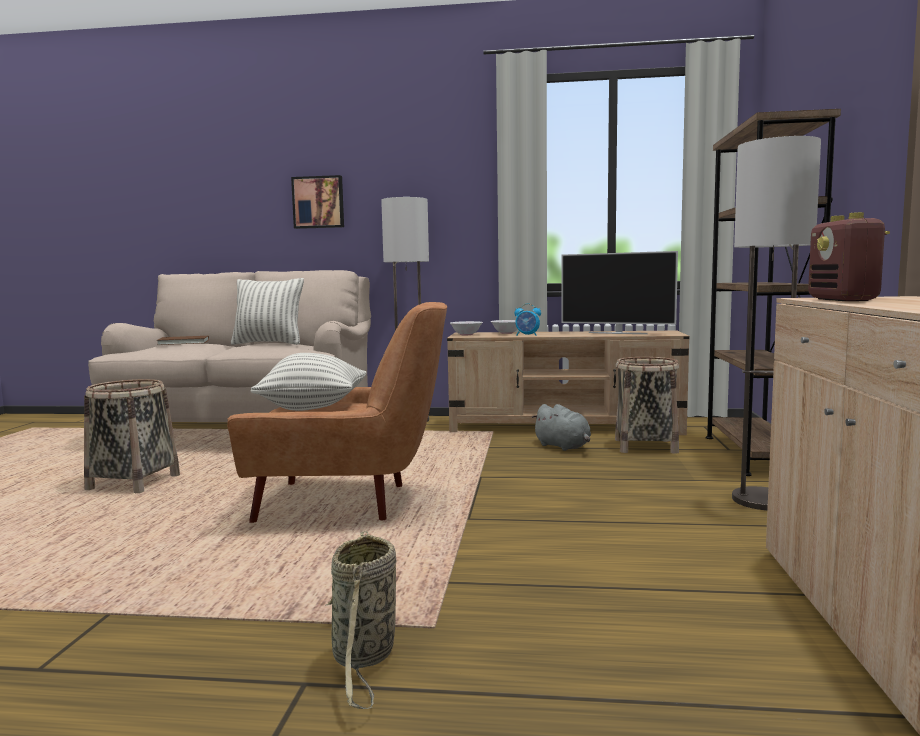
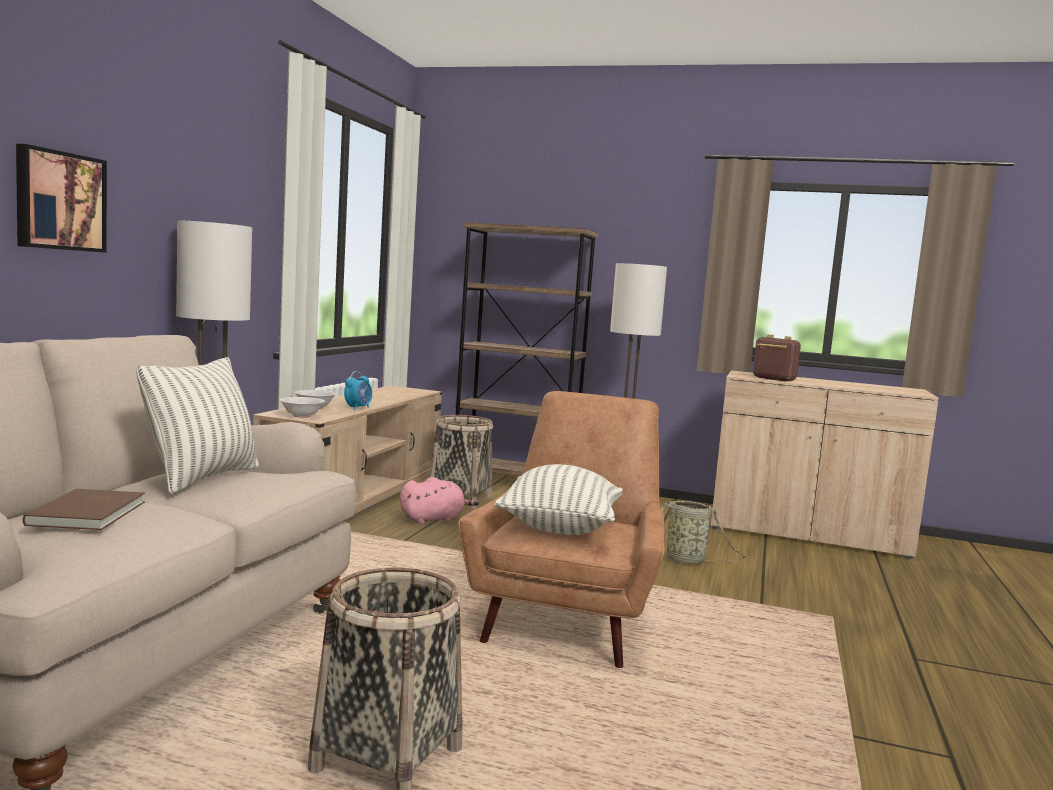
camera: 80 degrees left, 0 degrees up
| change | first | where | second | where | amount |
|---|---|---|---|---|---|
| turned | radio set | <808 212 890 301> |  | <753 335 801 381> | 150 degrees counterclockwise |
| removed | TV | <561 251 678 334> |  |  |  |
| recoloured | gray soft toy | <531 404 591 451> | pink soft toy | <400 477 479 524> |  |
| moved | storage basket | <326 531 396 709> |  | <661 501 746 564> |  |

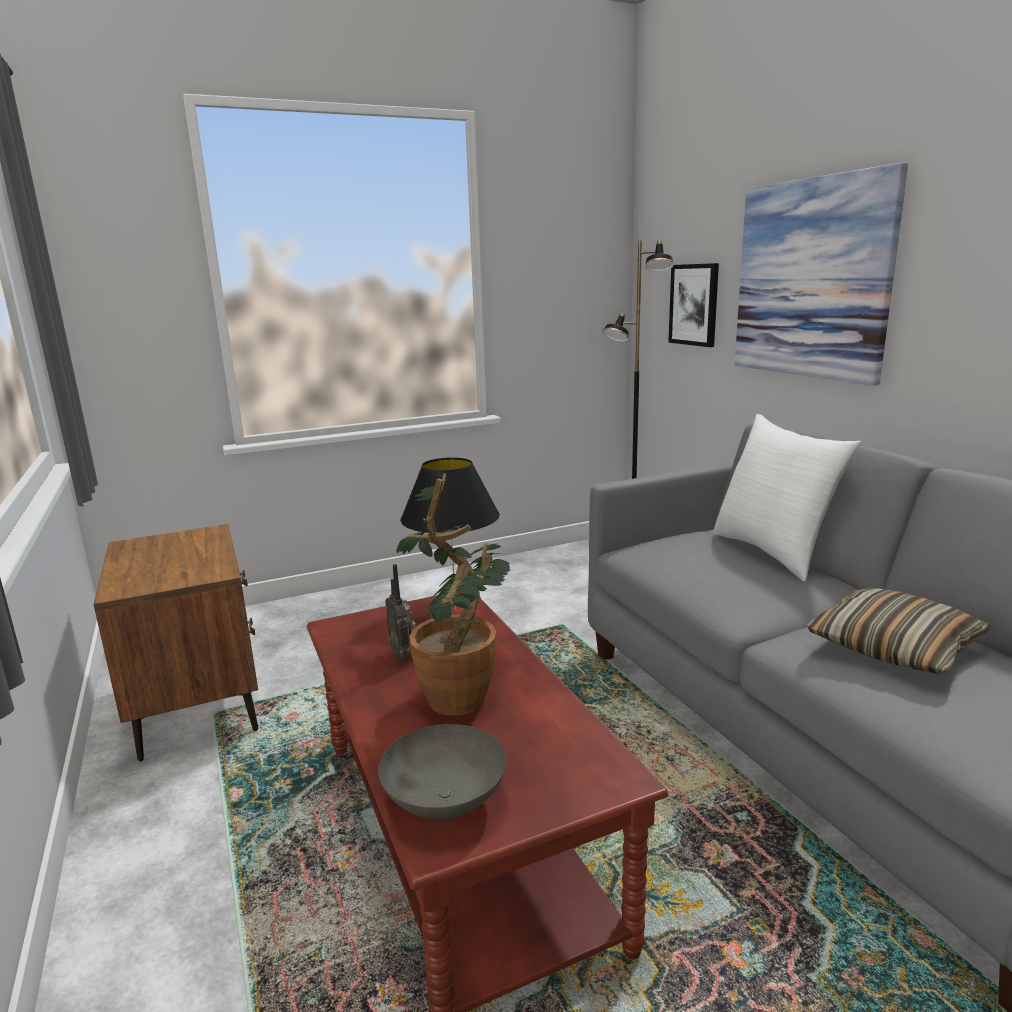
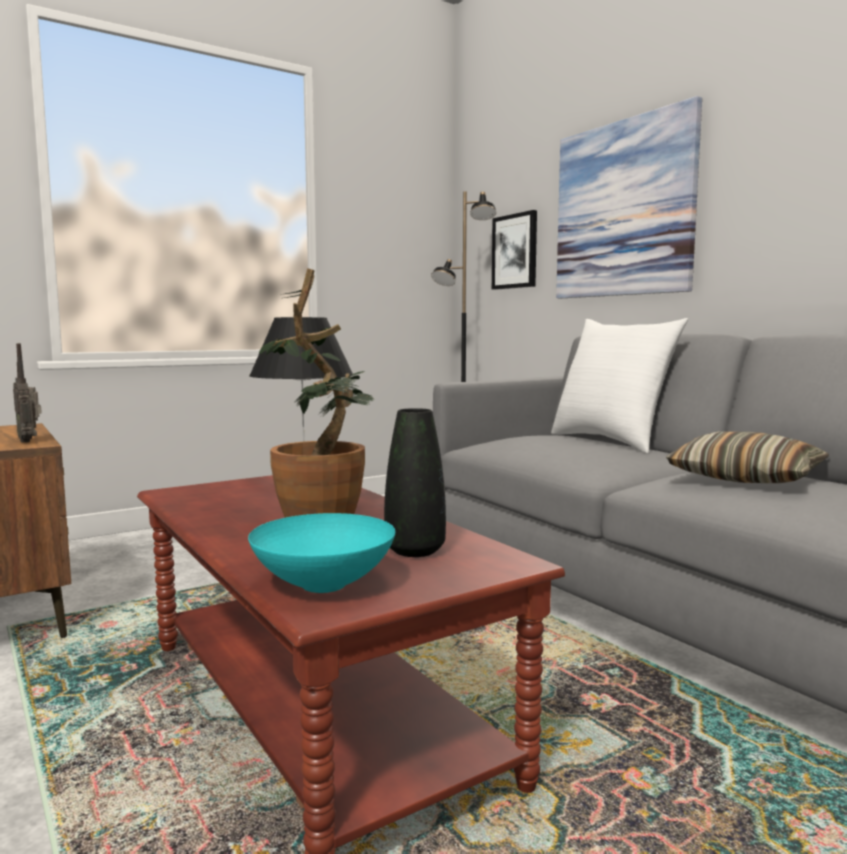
camera: 10 degrees left, 10 degrees down
| change | first | where | second | where | amount |
|---|---|---|---|---|---|
| moved | radio set | <385 564 417 660> |  | <13 343 42 443> |  |
| recoloured | gray deep dish | <378 724 507 819> | turquoise-coloured deep dish | <248 513 395 593> |  |
| added |  |  | black flower vase | <384 408 446 557> |  |

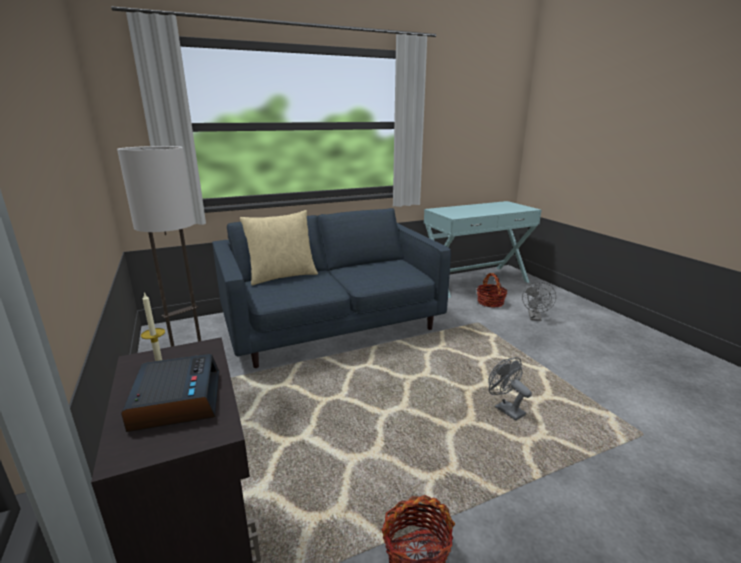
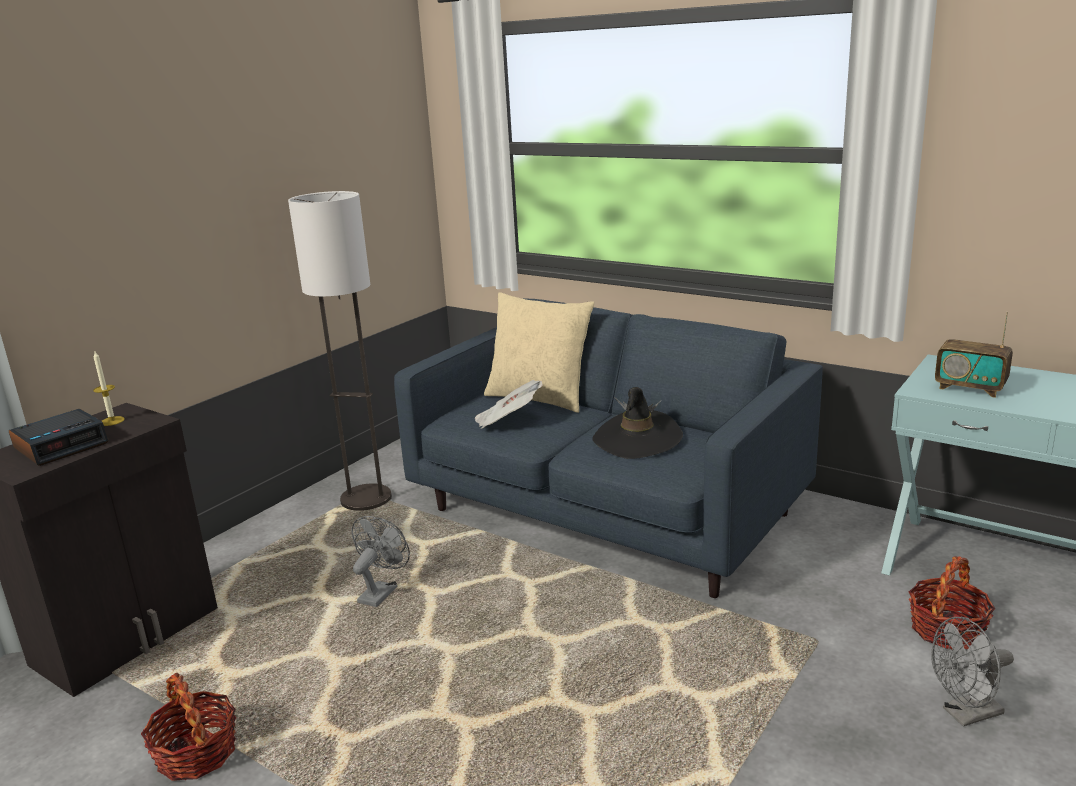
camera: 60 degrees right, 0 degrees up
| change | first | where | second | where | amount |
|---|---|---|---|---|---|
| moved | gray fan | <488 357 532 421> |  | <352 516 410 607> |  |
| added |  |  | radio set | <935 312 1013 398> |  |
| added |  |  | newspaper | <475 380 543 428> |  |
| added |  |  | black hat | <592 387 683 459> |  |

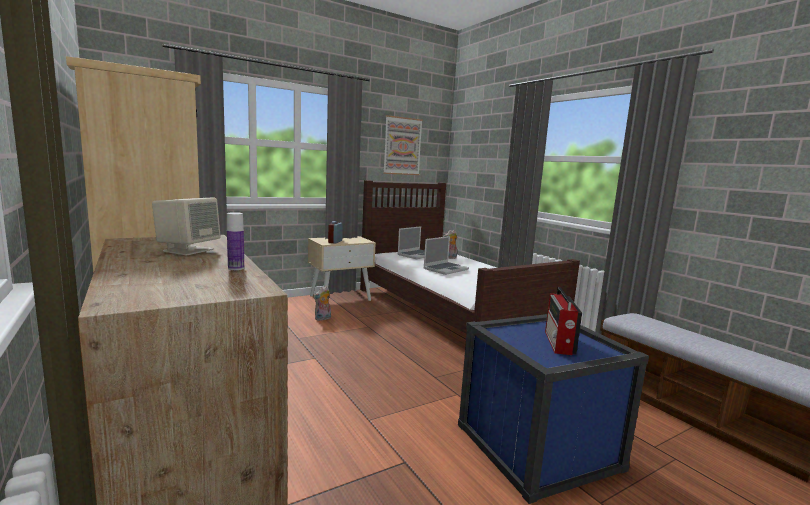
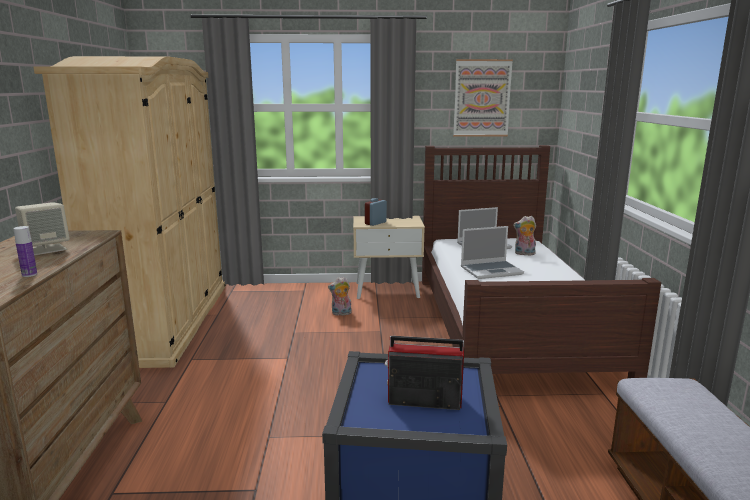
camera: 30 degrees right, 5 degrees up
| change | first | where | second | where | amount |
|---|---|---|---|---|---|
| turned | radio set | <545 287 582 355> |  | <385 336 464 410> | 60 degrees clockwise |

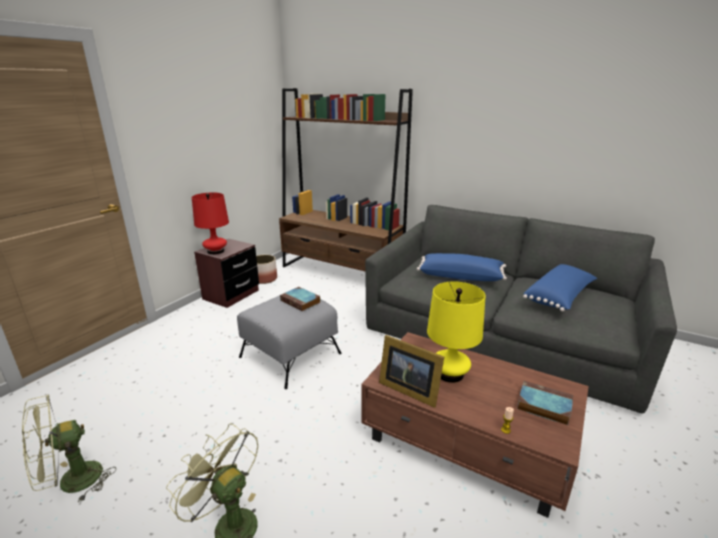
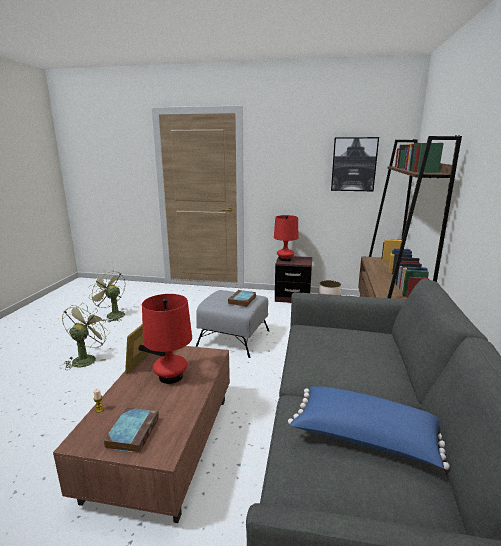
camera: 70 degrees right, 5 degrees down
| change | first | where | second | where | amount |
|---|---|---|---|---|---|
| removed | blue throw pillow | <417 253 507 281> |  |  |  |
| recoloured | yellow-coloured lamp for a table | <427 282 486 383> | red lamp for a table | <142 294 192 384> |  |
| added |  |  | picture | <331 137 379 191> |  |

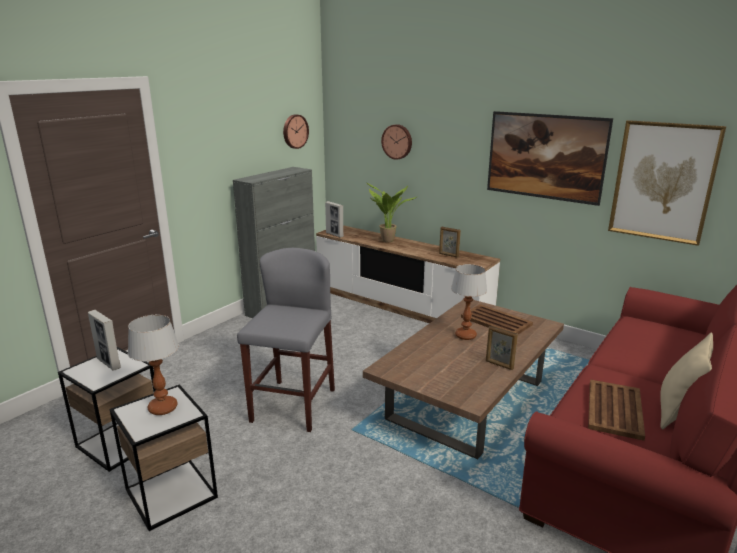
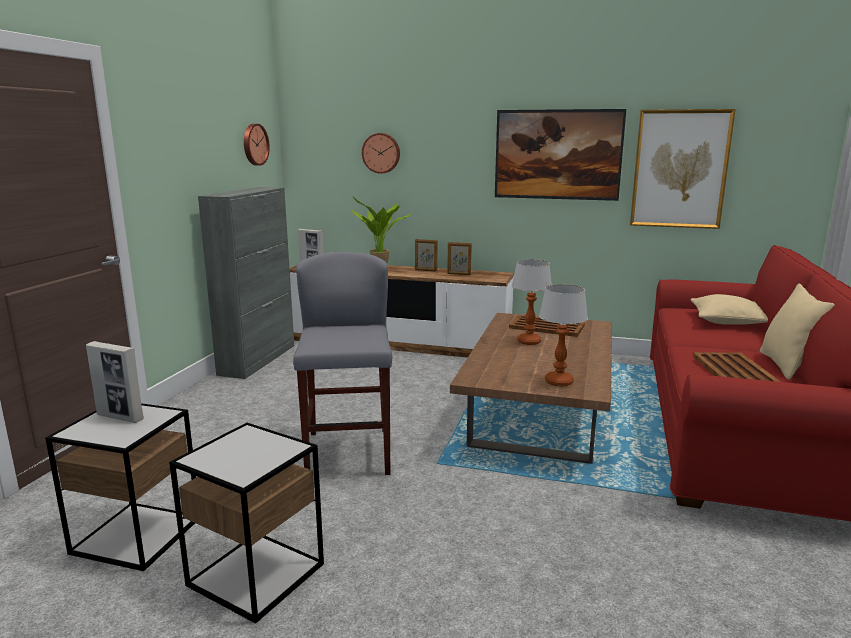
camera: 20 degrees left, 5 degrees down
| change | first | where | second | where | amount |
|---|---|---|---|---|---|
| moved | lamp for a table | <128 315 179 415> |  | <539 284 588 386> |  |
| moved | standing frame | <486 326 518 370> |  | <415 239 438 272> |  |
| added |  |  | beige-coloured throw pillow | <690 294 768 325> |  |

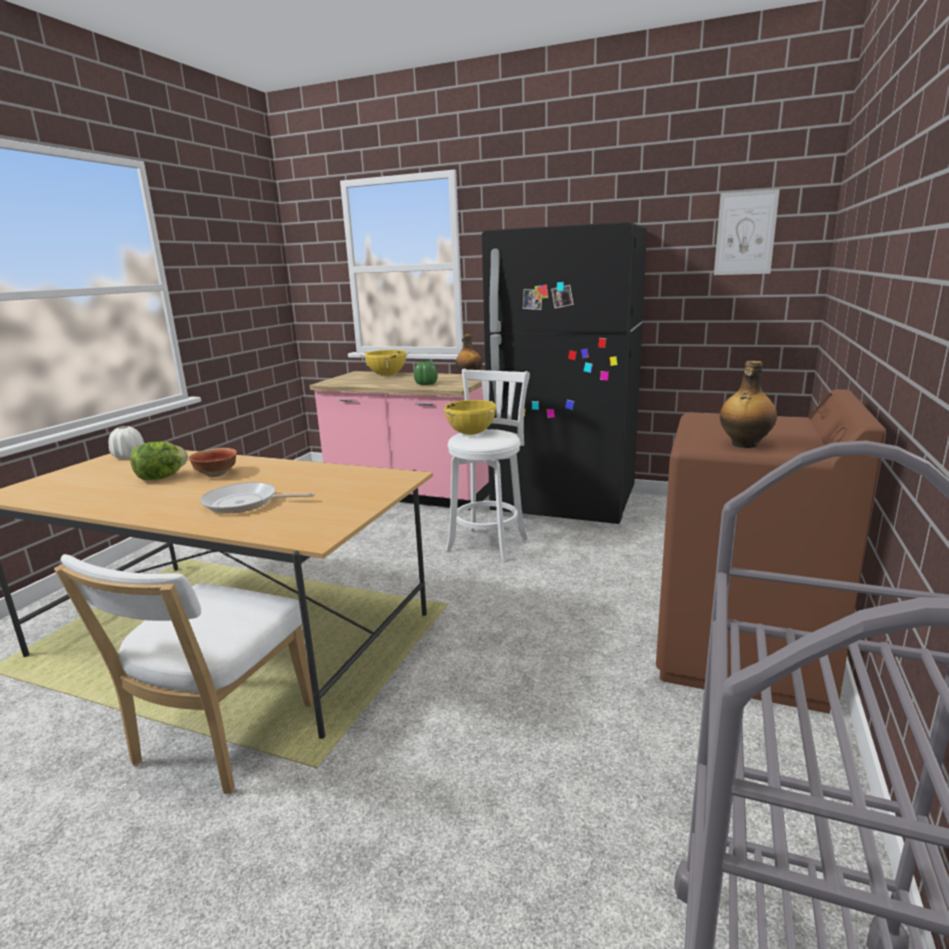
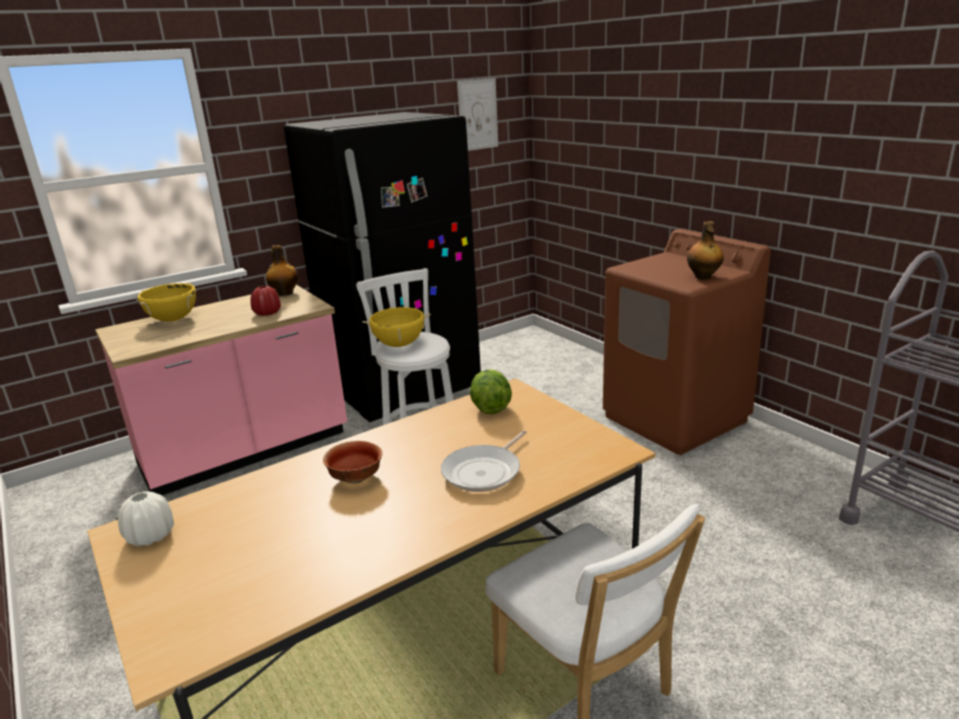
camera: 55 degrees left, 5 degrees up
| change | first | where | second | where | amount |
|---|---|---|---|---|---|
| recoloured | green flower vase | <414 361 438 385> | red flower vase | <251 286 281 316> |  |
| moved | lettuce | <130 441 188 480> |  | <470 369 512 414> |  |

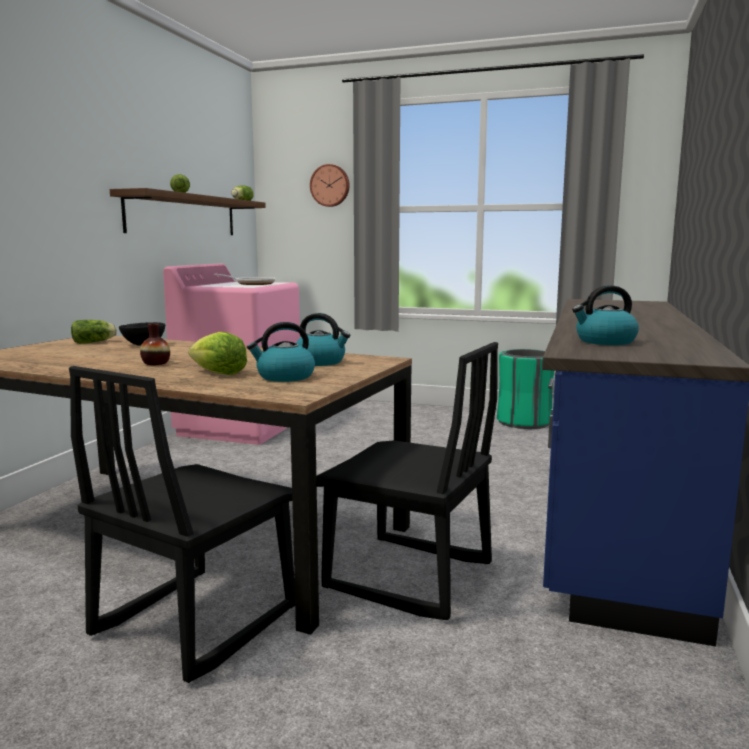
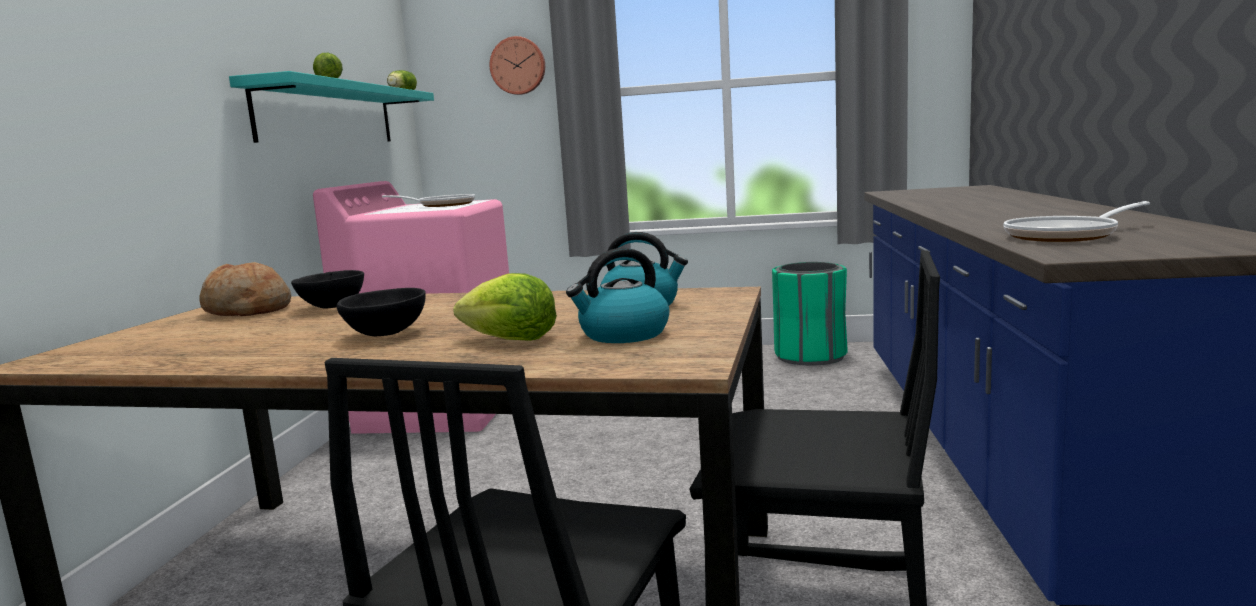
camera: 10 degrees left, 0 degrees up
| change | first | where | second | where | amount |
|---|---|---|---|---|---|
| recoloured | brown bracket shelf | <110 188 266 235> | turquoise-coloured bracket shelf | <229 71 434 143> |  |
| replaced | tea kettle | <572 285 639 345> | frying pan | <1003 201 1150 242> |  |
| replaced | lettuce | <71 320 117 344> | baked bread | <199 262 291 316> |  |
| replaced | flower vase | <140 323 170 365> | black deep dish | <337 288 426 336> |  |

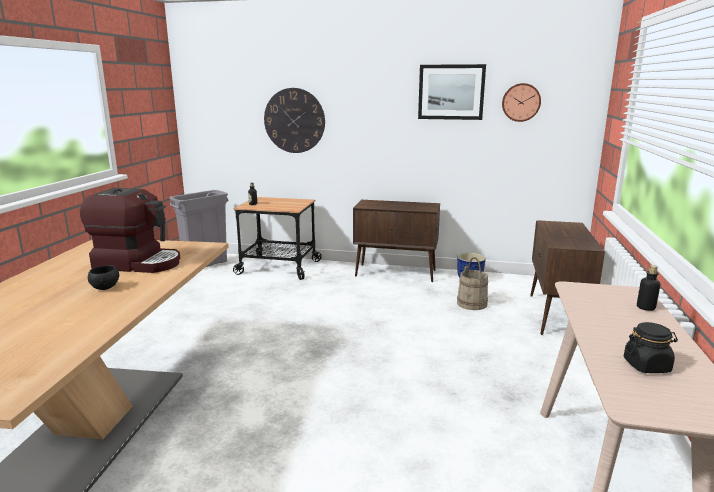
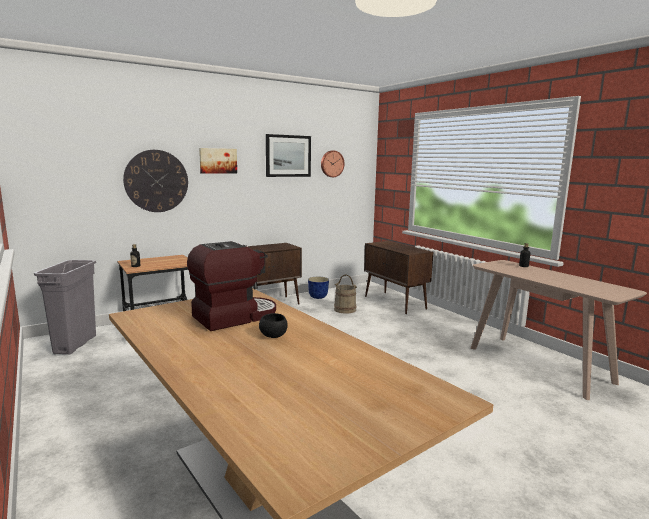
camera: 45 degrees left, 5 degrees down
| change | first | where | second | where | amount |
|---|---|---|---|---|---|
| removed | black preserve jar | <624 322 678 373> |  |  |  |
| added |  |  | picture | <199 148 237 174> |  |

